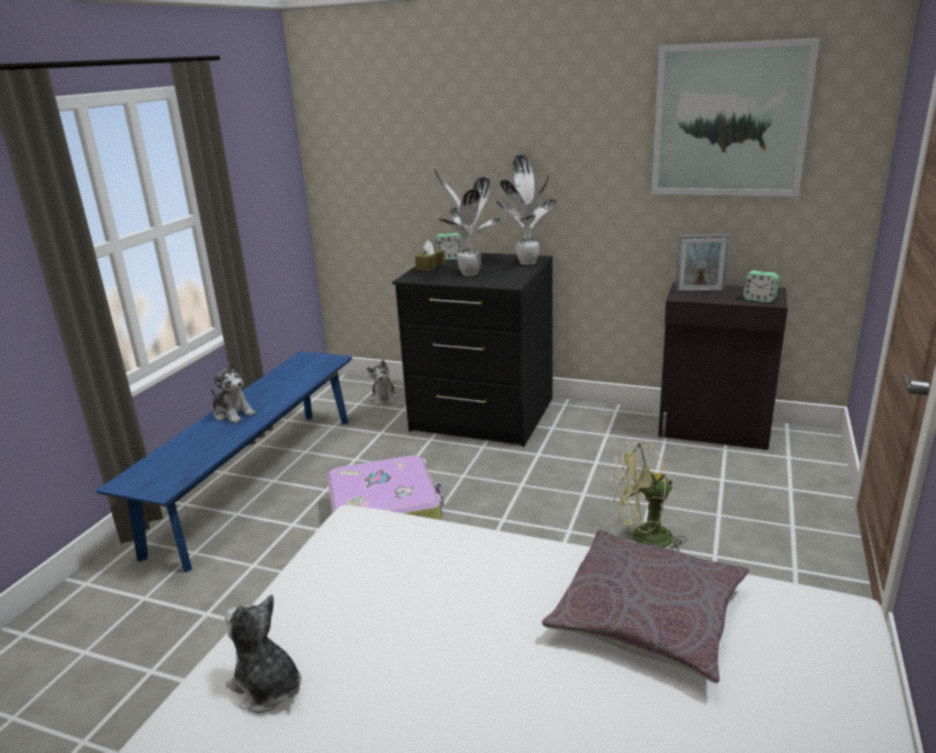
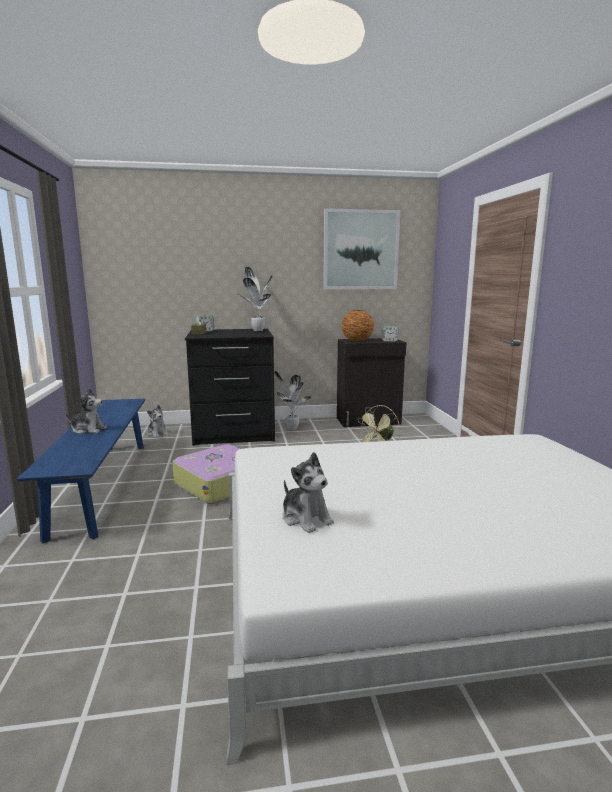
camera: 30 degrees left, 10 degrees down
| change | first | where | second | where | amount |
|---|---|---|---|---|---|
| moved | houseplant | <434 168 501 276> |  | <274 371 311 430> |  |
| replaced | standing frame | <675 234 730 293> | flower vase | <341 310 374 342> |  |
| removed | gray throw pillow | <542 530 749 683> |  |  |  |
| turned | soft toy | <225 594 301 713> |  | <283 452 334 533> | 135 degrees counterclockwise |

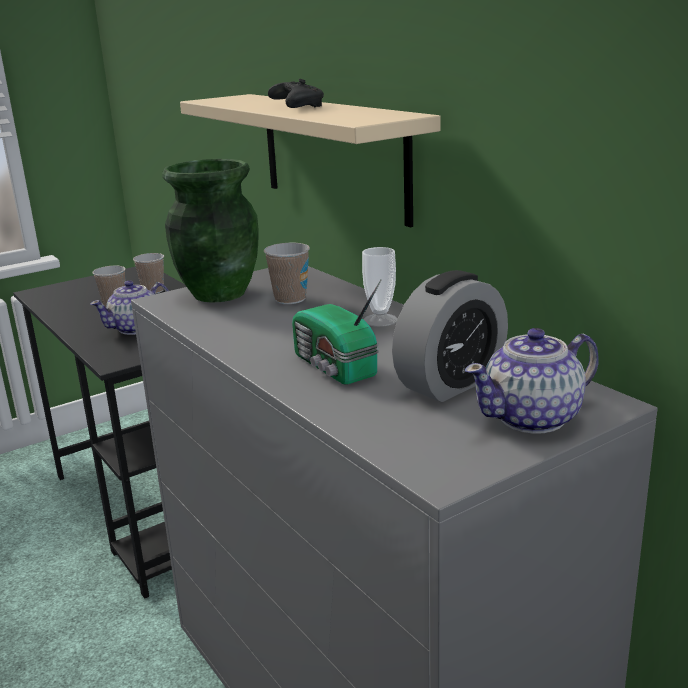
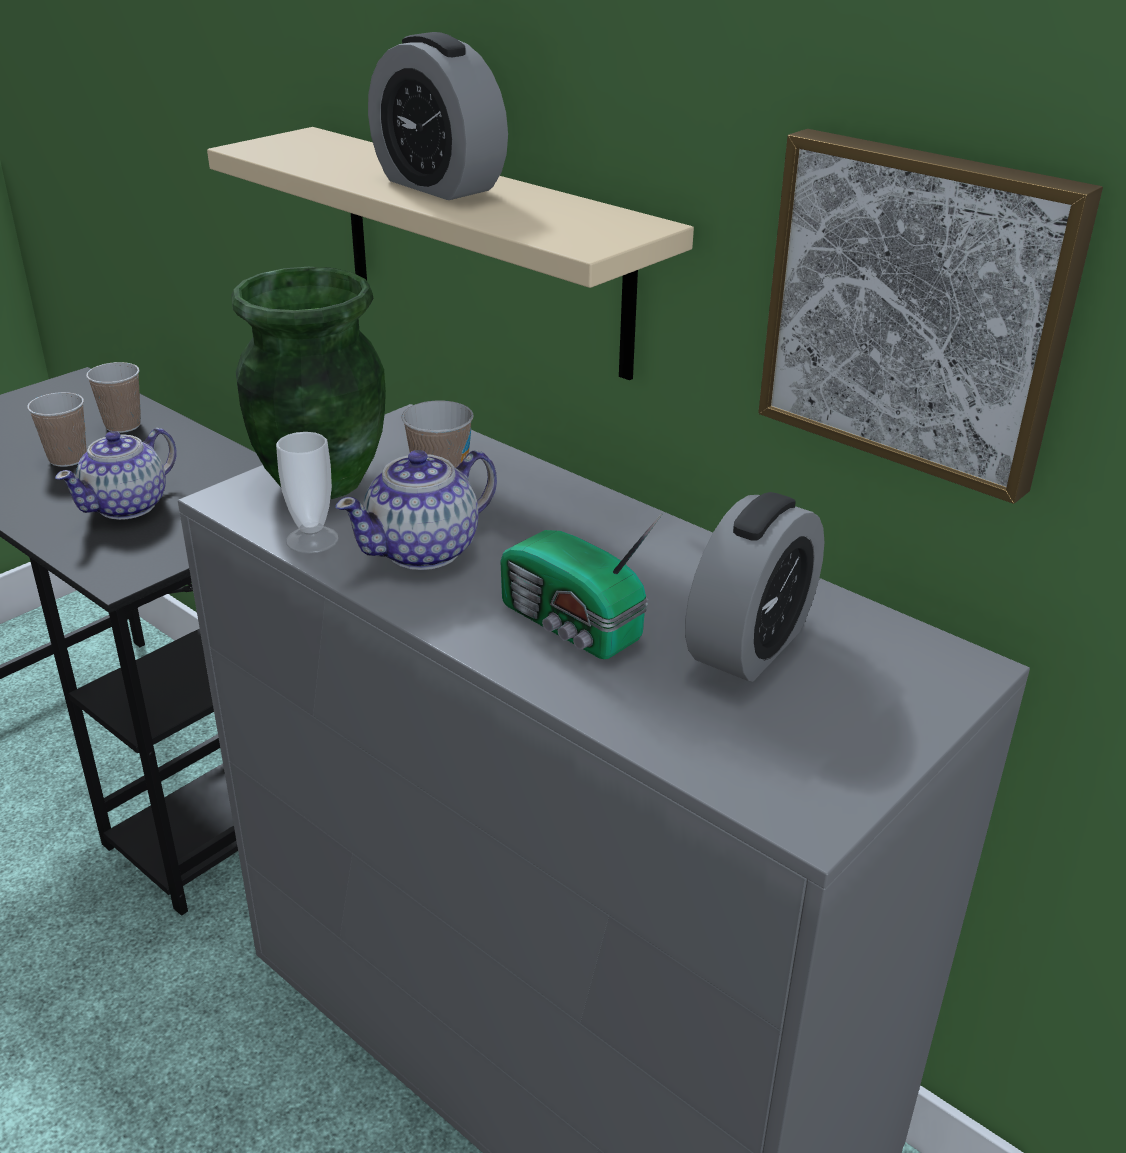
camera: 15 degrees left, 10 degrees up
| change | first | where | second | where | amount |
|---|---|---|---|---|---|
| replaced | black game controller | <268 79 324 108> | alarm clock | <368 32 508 200> |  |
| moved | drinking cup | <362 247 397 327> |  | <276 432 339 554> |  |
| moved | tea pot | <465 328 599 434> |  | <335 450 497 570> |  |
| added |  |  | picture | <758 129 1103 504> |  |

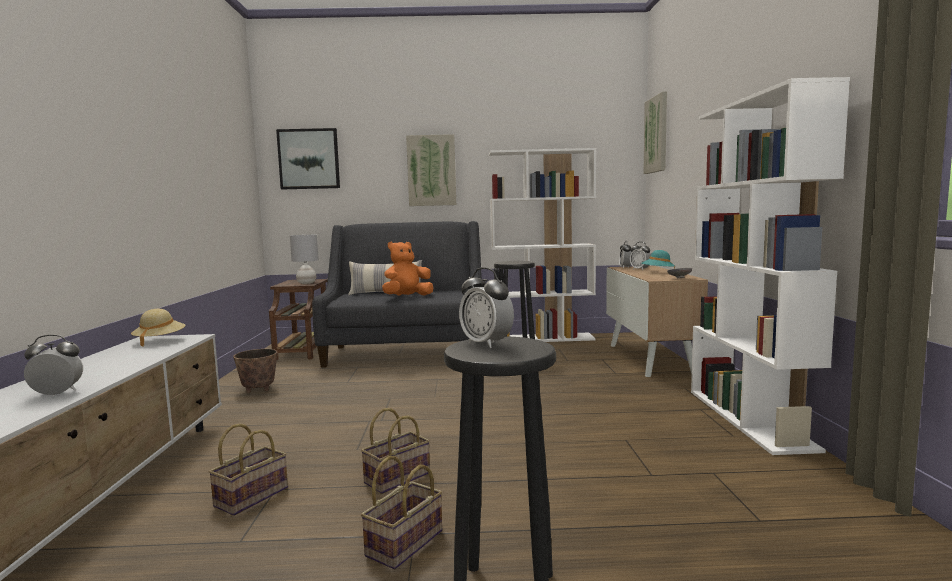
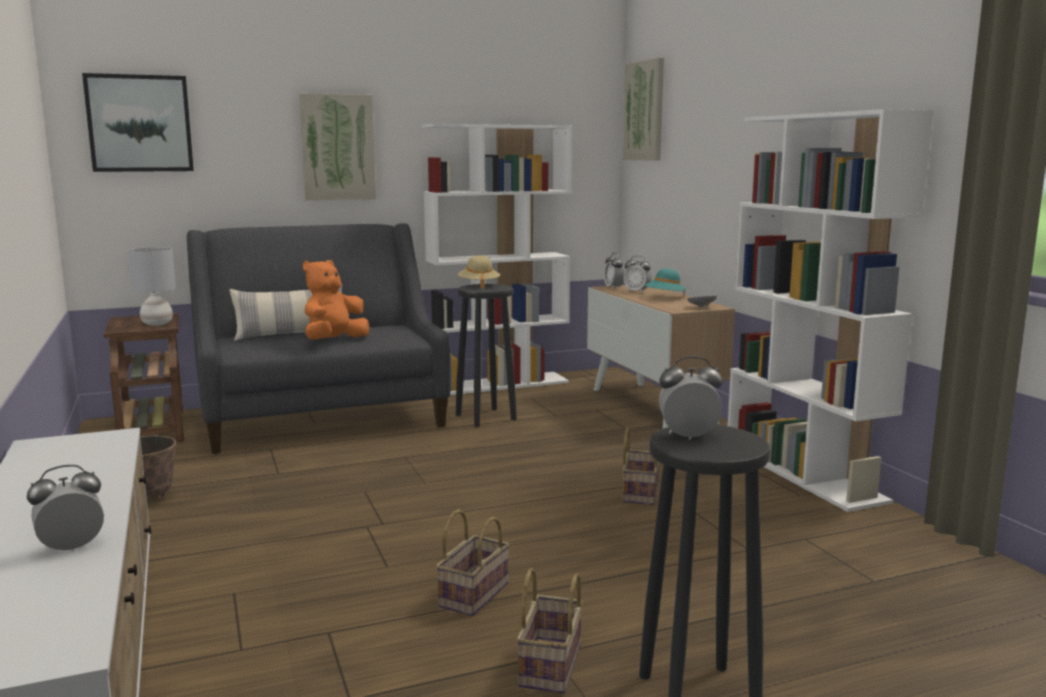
camera: 20 degrees left, 5 degrees up
| change | first | where | second | where | amount |
|---|---|---|---|---|---|
| turned | alarm clock | <459 267 514 348> |  | <659 356 723 440> | 150 degrees clockwise |
| moved | beige-coloured hat | <131 309 185 347> |  | <458 255 500 289> |  |
| moved | storage basket | <209 423 288 516> |  | <622 428 659 505> |  |

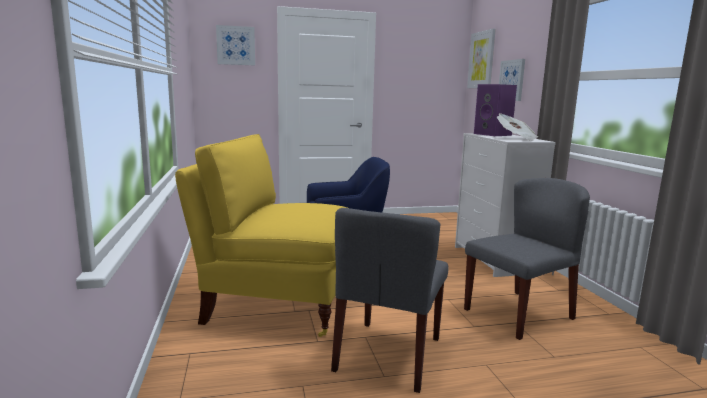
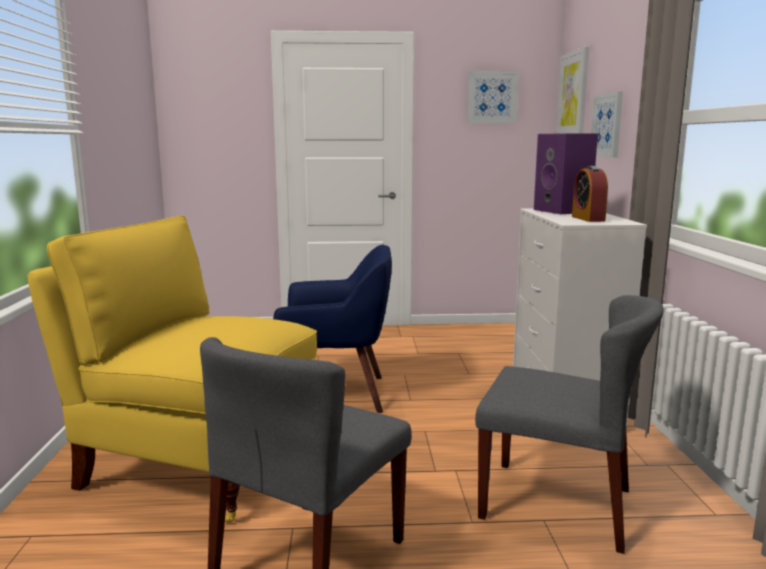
camera: 10 degrees right, 0 degrees up
| change | first | where | second | where | amount |
|---|---|---|---|---|---|
| moved | picture | <216 25 255 65> |  | <467 71 519 123> |  |
| replaced | newspaper | <497 113 538 141> | alarm clock | <572 166 608 222> |  |
| turned | gray plain chair | <464 178 590 340> |  | <475 295 664 554> | 45 degrees clockwise |

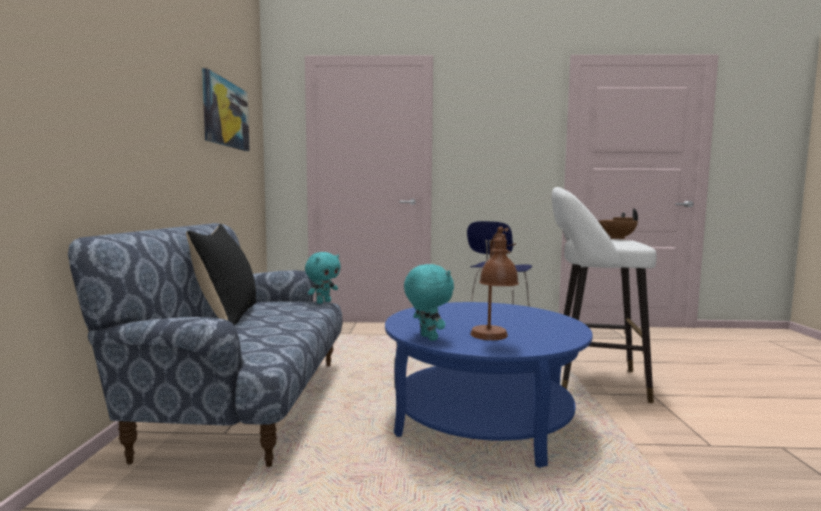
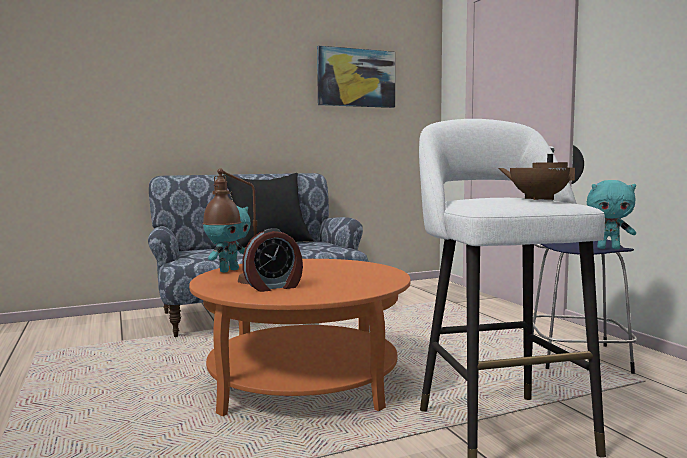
camera: 65 degrees right, 0 degrees up
| change | first | where | second | where | amount |
|---|---|---|---|---|---|
| moved | turquoise-coloured soft toy | <305 252 341 304> |  | <587 180 636 249> |  |
| recoloured | blue lounge table | <385 302 593 468> | orange-coloured lounge table | <189 259 411 416> |  |
| added |  |  | alarm clock | <242 228 303 292> |  |

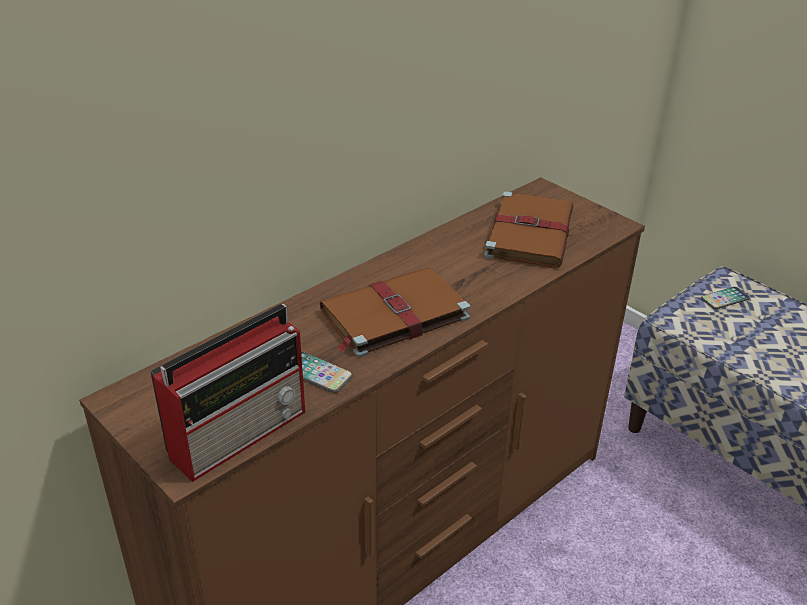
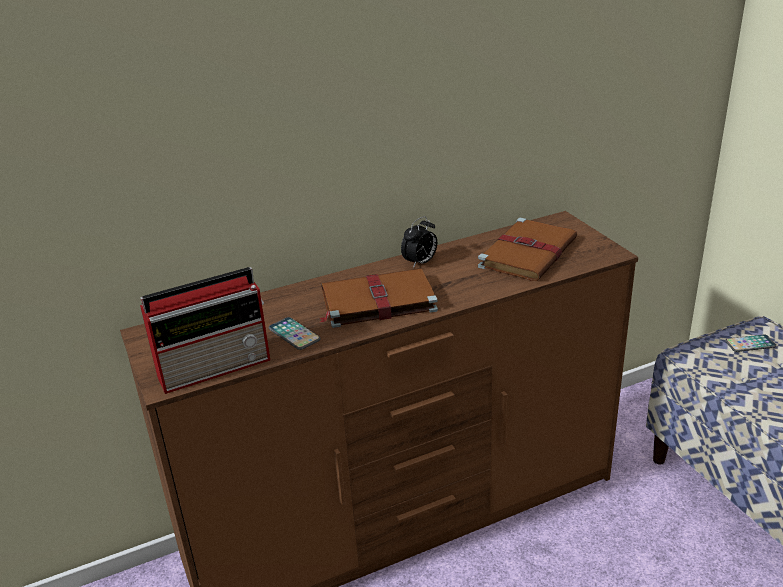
camera: 20 degrees right, 5 degrees down
| change | first | where | second | where | amount |
|---|---|---|---|---|---|
| added |  |  | alarm clock | <401 216 437 269> |  |

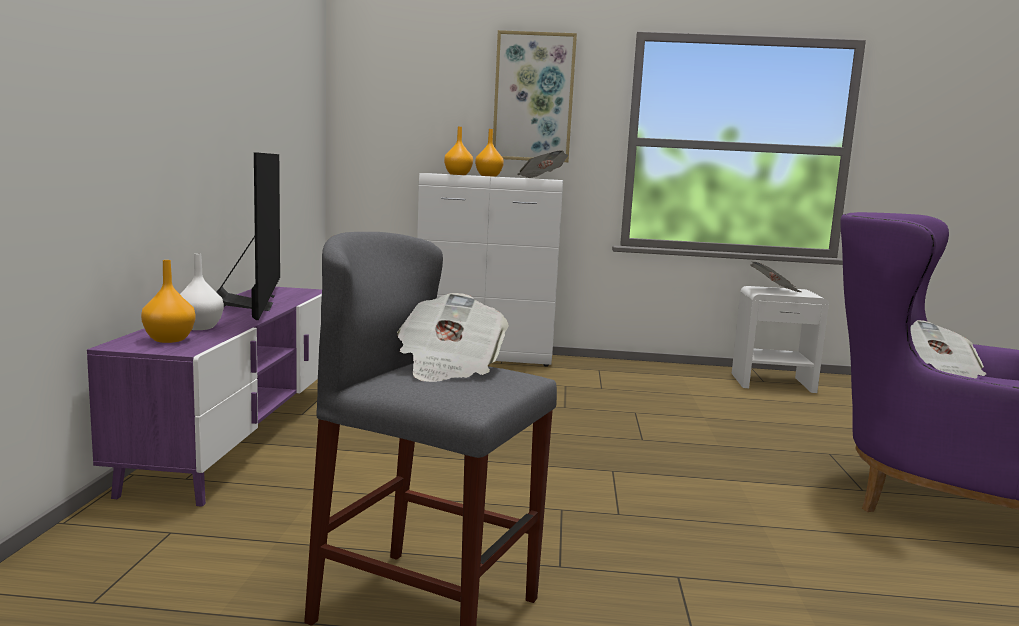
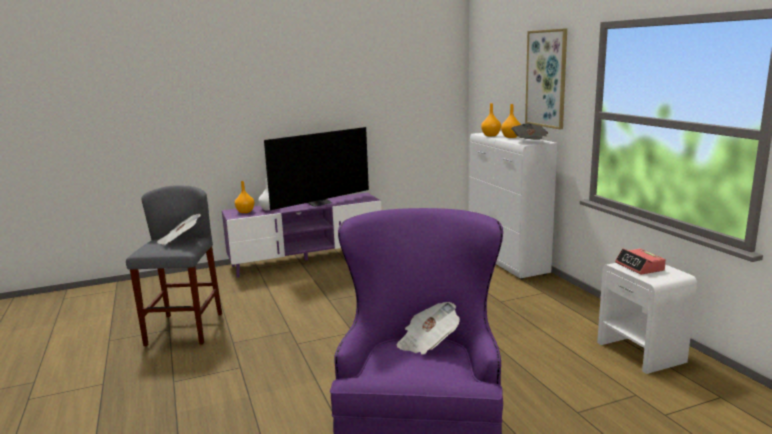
camera: 65 degrees right, 5 degrees up
| change | first | where | second | where | amount |
|---|---|---|---|---|---|
| replaced | newspaper | <750 262 802 292> | alarm clock | <615 248 666 275> |  |

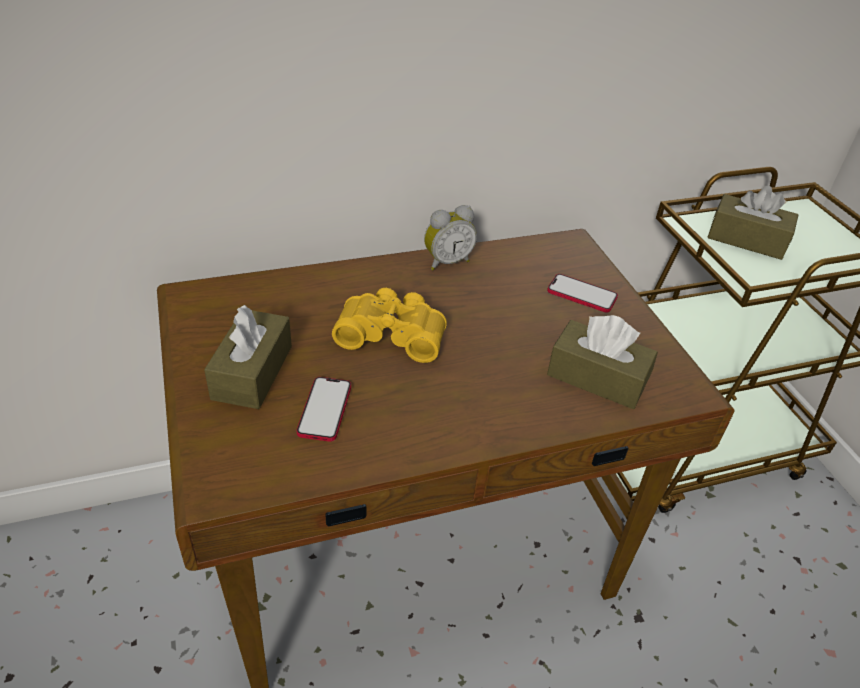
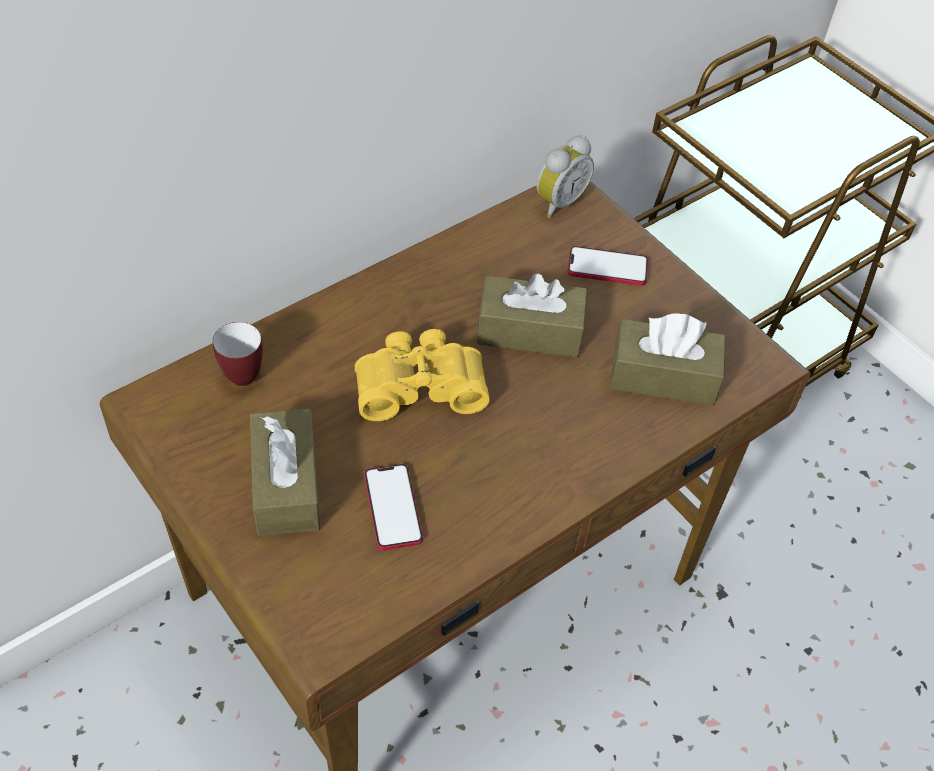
camera: 20 degrees left, 10 degrees up
| change | first | where | second | where | amount |
|---|---|---|---|---|---|
| moved | brown tissue box | <707 186 798 260> |  | <477 273 588 357> |  |
| moved | alarm clock | <424 205 477 270> |  | <536 135 594 218> |  |
| added |  |  | coffee mug | <213 322 263 386> |  |

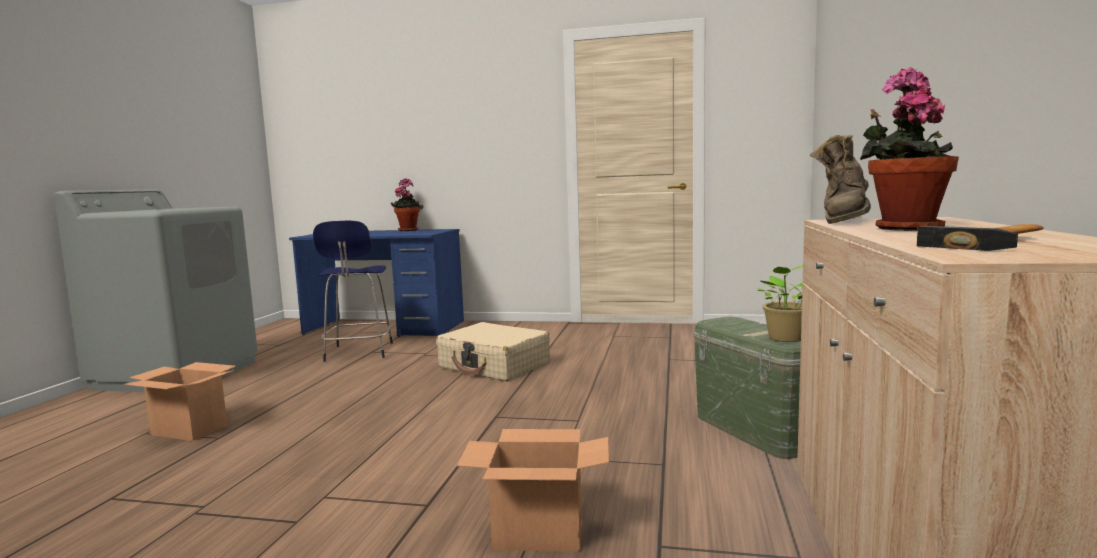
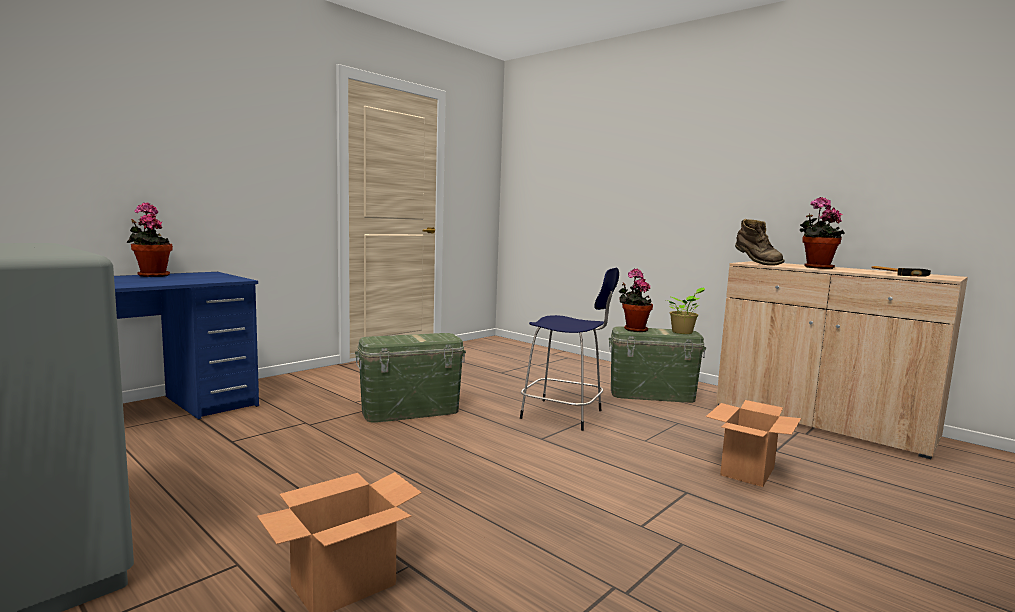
camera: 60 degrees left, 0 degrees up
| change | first | where | second | where | amount |
|---|---|---|---|---|---|
| moved | blue stool seat | <313 221 393 362> |  | <520 267 619 431> |  |
| replaced | beige-coloured travel case | <436 322 550 381> | green storage container | <355 333 466 423> |  |
| added |  |  | houseplant | <619 269 653 332> |  |

